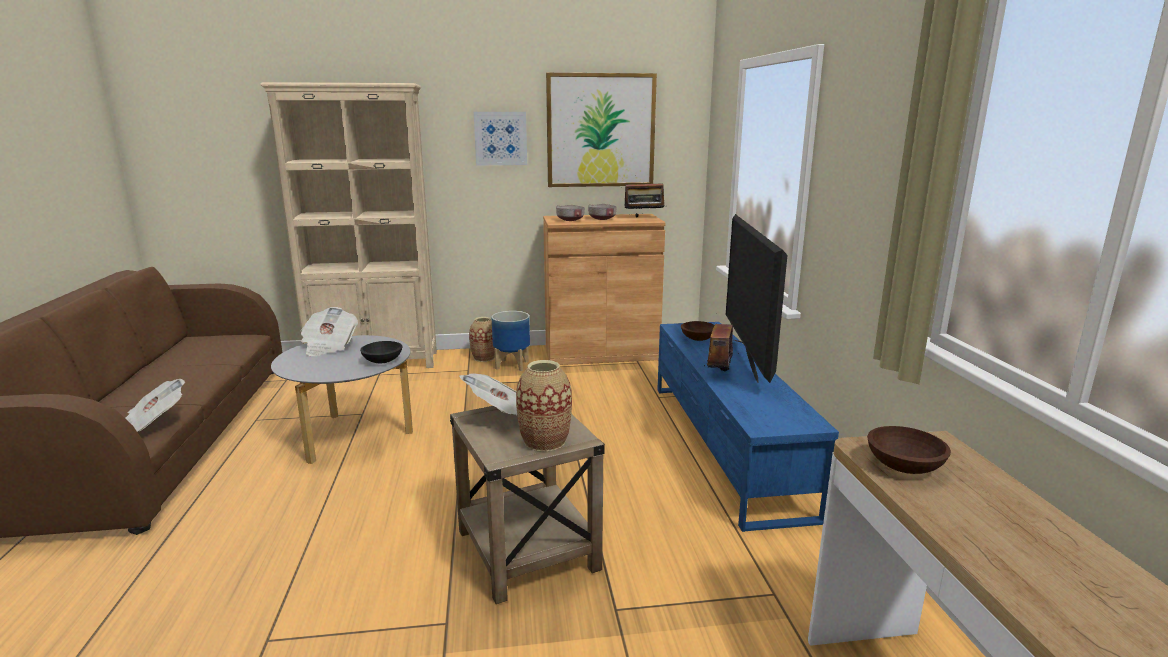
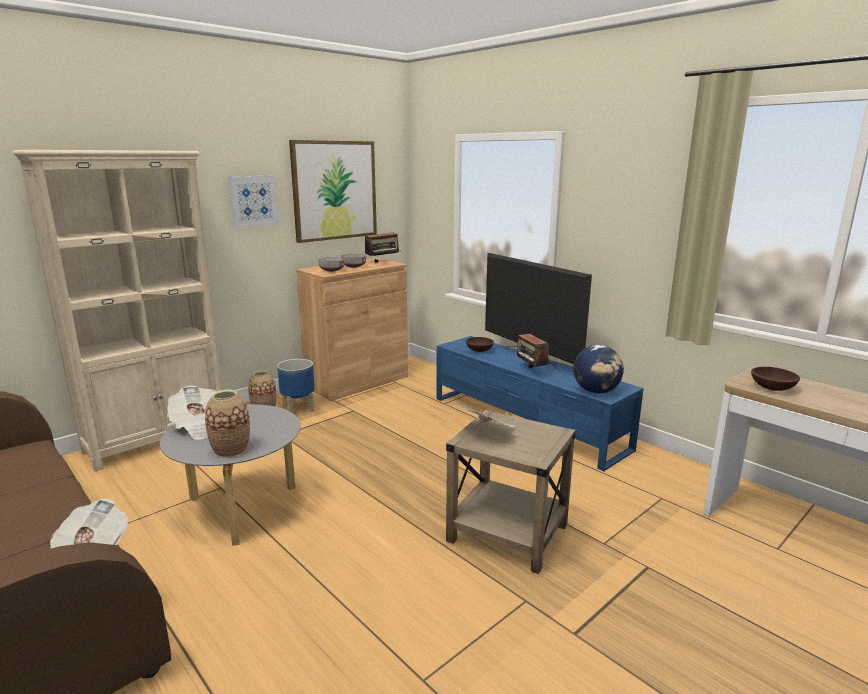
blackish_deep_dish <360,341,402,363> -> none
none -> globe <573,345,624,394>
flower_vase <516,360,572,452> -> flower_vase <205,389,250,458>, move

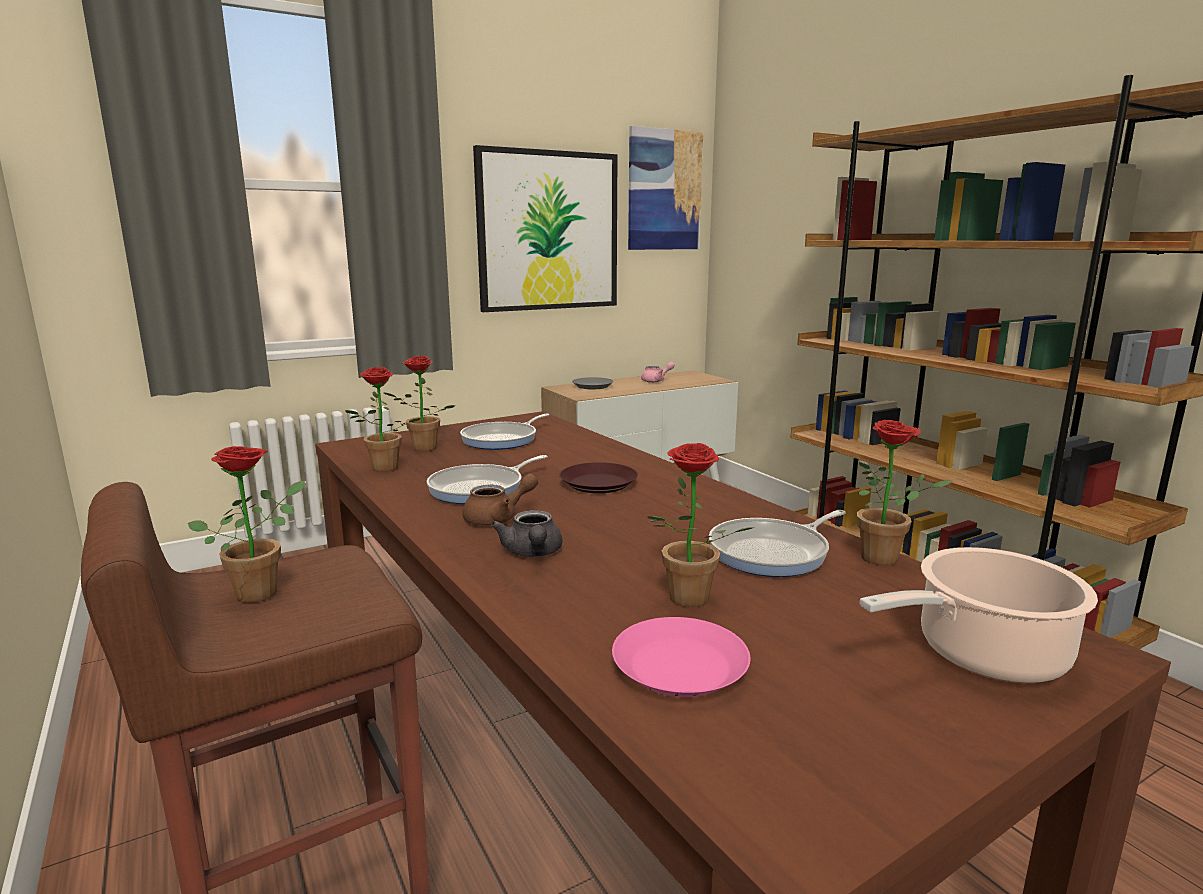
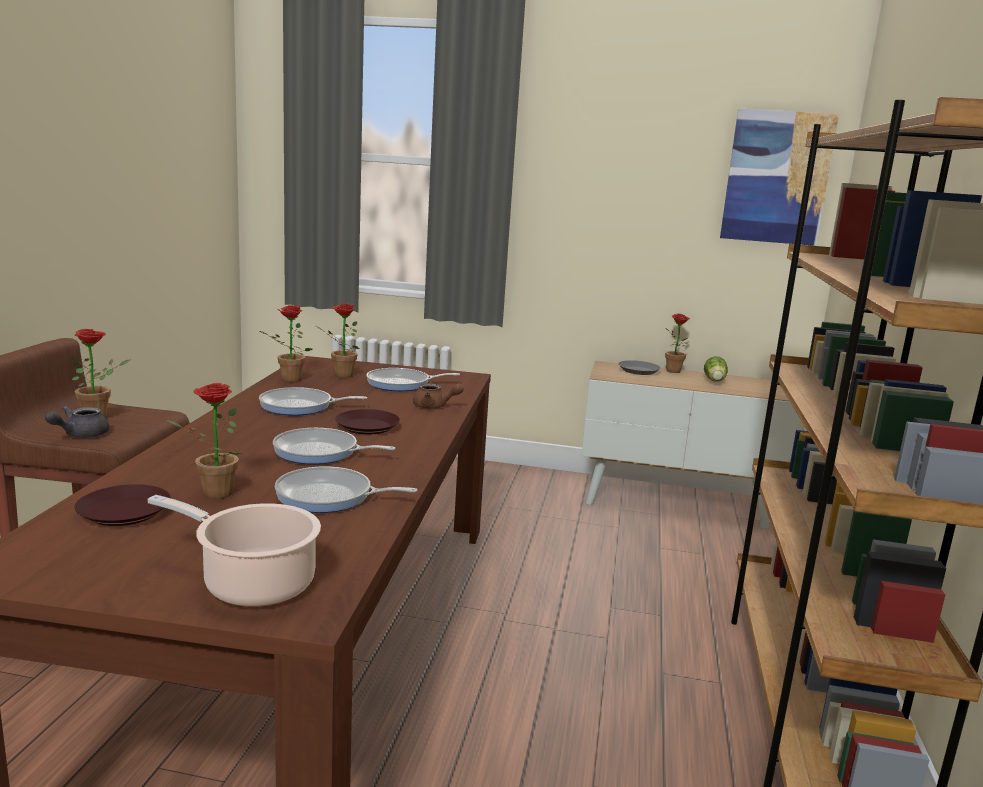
wall_art <473,145,617,312> -> none
none -> skillet <273,428,395,464>
brown_teapot <462,473,538,526> -> brown_teapot <413,383,464,409>, move
gray_teapot <491,510,562,557> -> gray_teapot <45,406,109,438>, move
houseplant <857,420,953,566> -> houseplant <665,313,690,373>, move
pinkish_teapot <641,362,675,382> -> lettuce <704,356,728,382>
pinkish_dinner_plate <612,617,750,697> -> brown_dinner_plate <75,484,171,526>

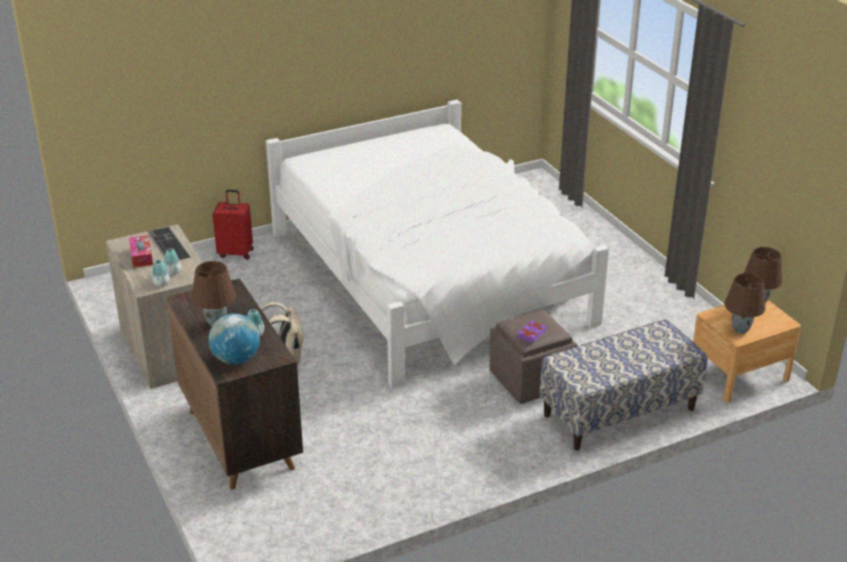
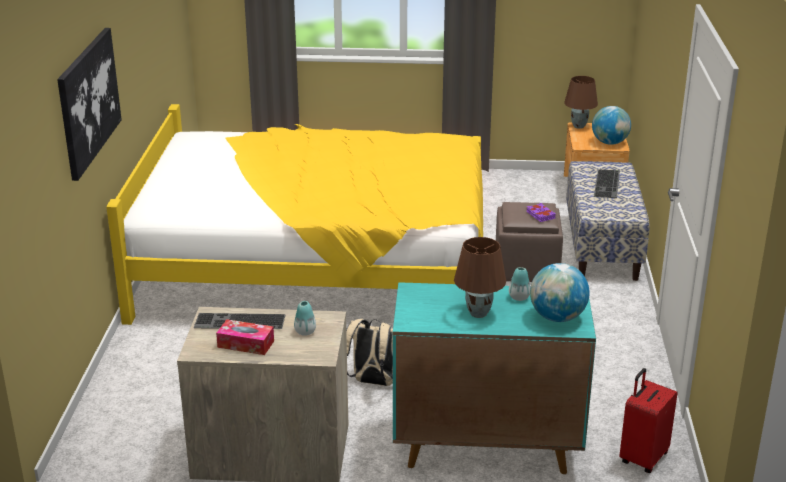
flower_vase <152,260,170,287> -> none
none -> wall_art <57,28,122,181>
none -> keyboard <594,169,620,198>
reddish_piece_of_luggage <213,190,254,260> -> reddish_piece_of_luggage <619,368,678,473>, move
brown_tabletop_lamp <725,273,765,334> -> globe <592,106,631,145>
brown_cupboard <166,278,303,489> -> turquoise-coloured_cupboard <393,282,596,474>
whitish_bedroom_bed <266,100,609,389> -> yellow_bedroom_bed <106,104,483,325>

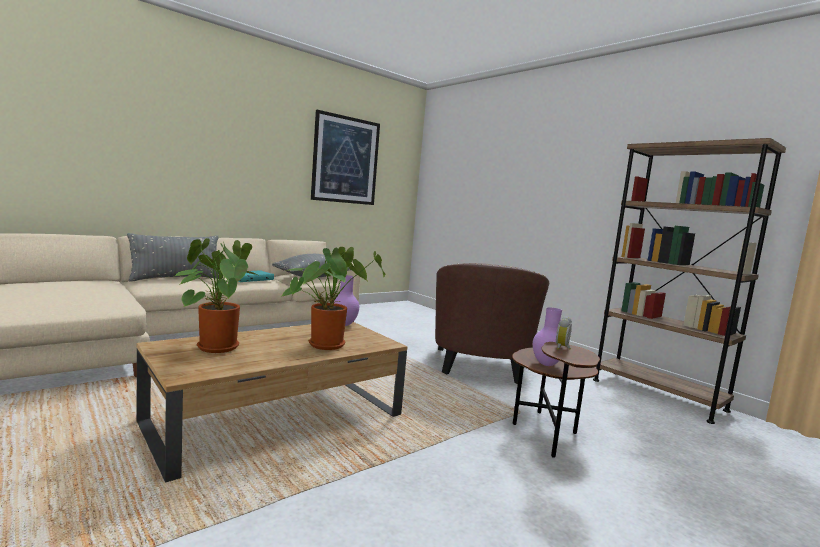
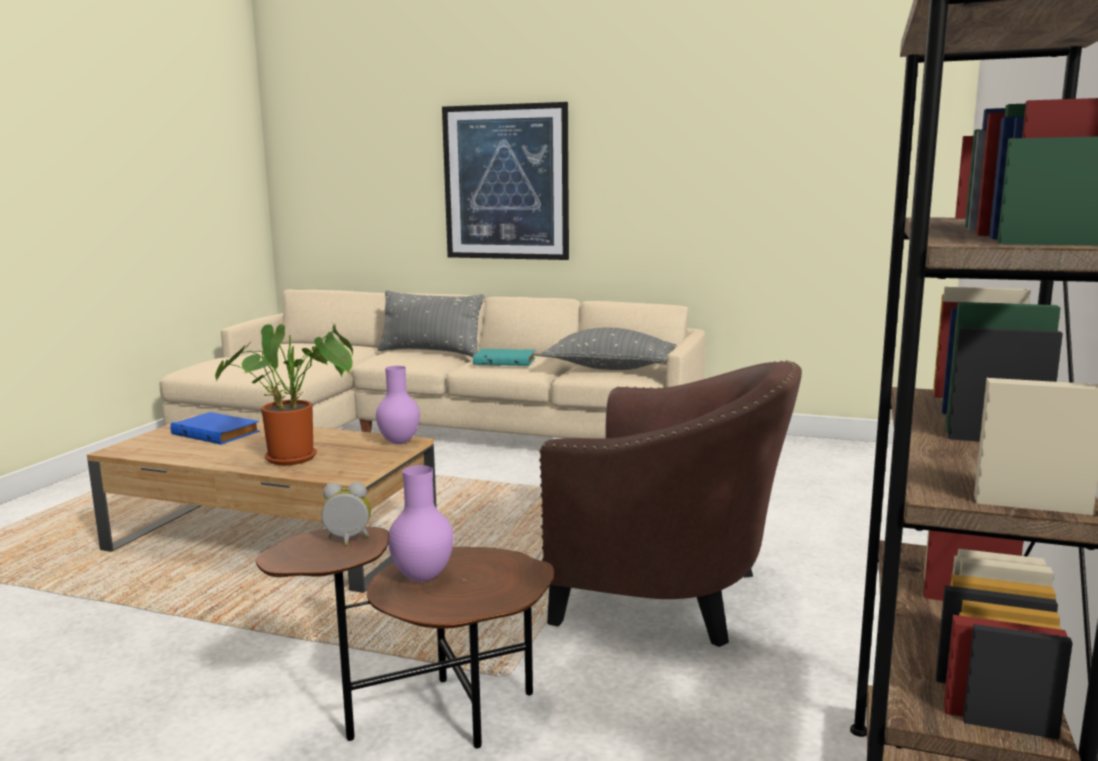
wall_art <311,110,380,205> -> wall_art <442,102,569,260>, move
houseplant <175,238,260,353> -> blue_bound_book <170,412,260,445>
brown_armchair <435,263,549,384> -> brown_armchair <539,361,802,647>, 135 degrees counterclockwise

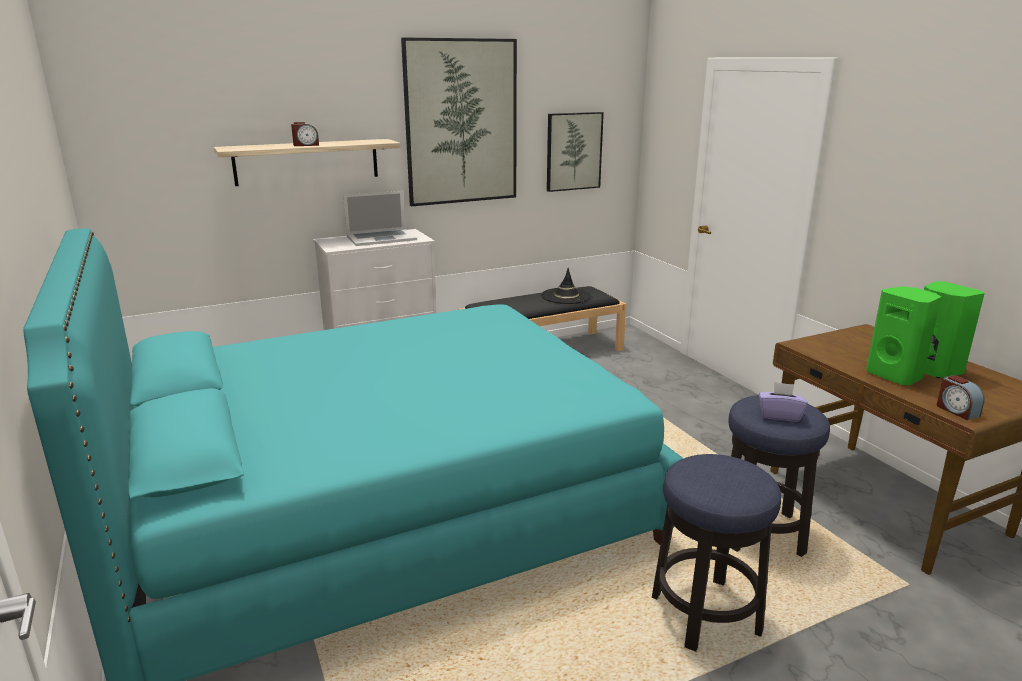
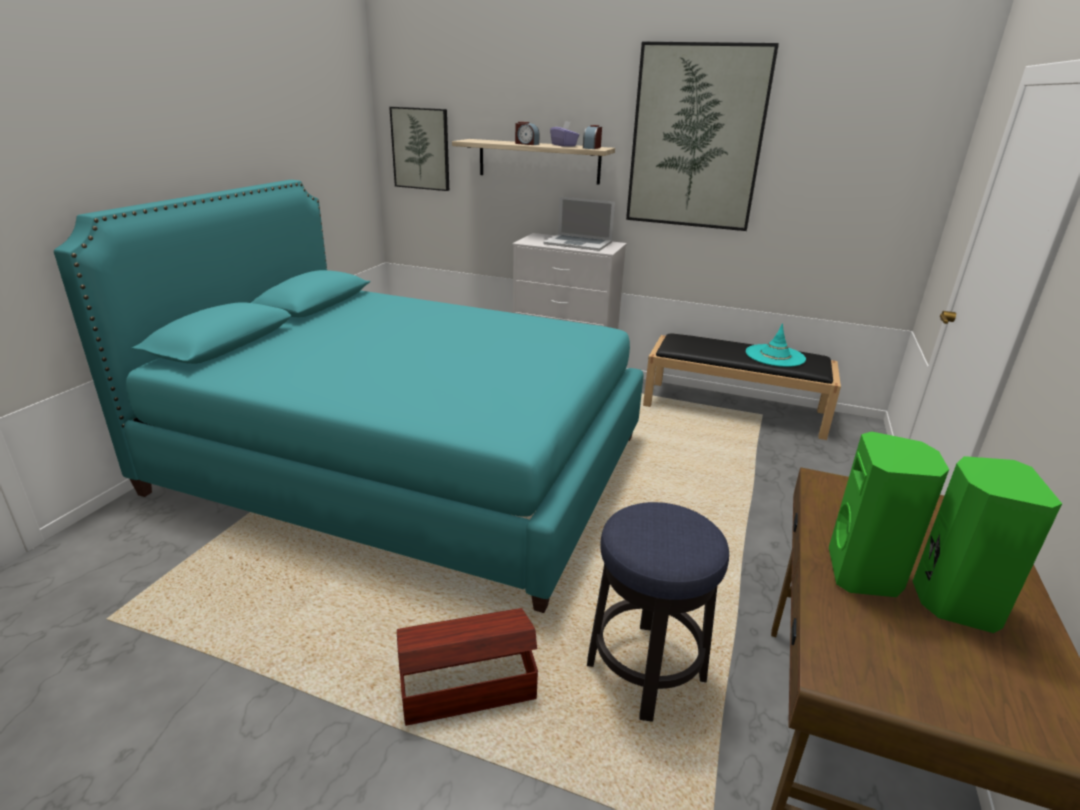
wall_art <547,112,604,192> -> wall_art <389,107,449,191>, move
purple_tissue_holder <759,382,808,422> -> purple_tissue_holder <550,121,579,147>, move
alarm_clock <937,375,985,420> -> alarm_clock <583,125,602,149>, move
stool_seat <652,454,781,652> -> brown_storage_container <397,608,538,726>
blackish_hat <541,268,591,304> -> turquoise-coloured_hat <746,323,806,367>

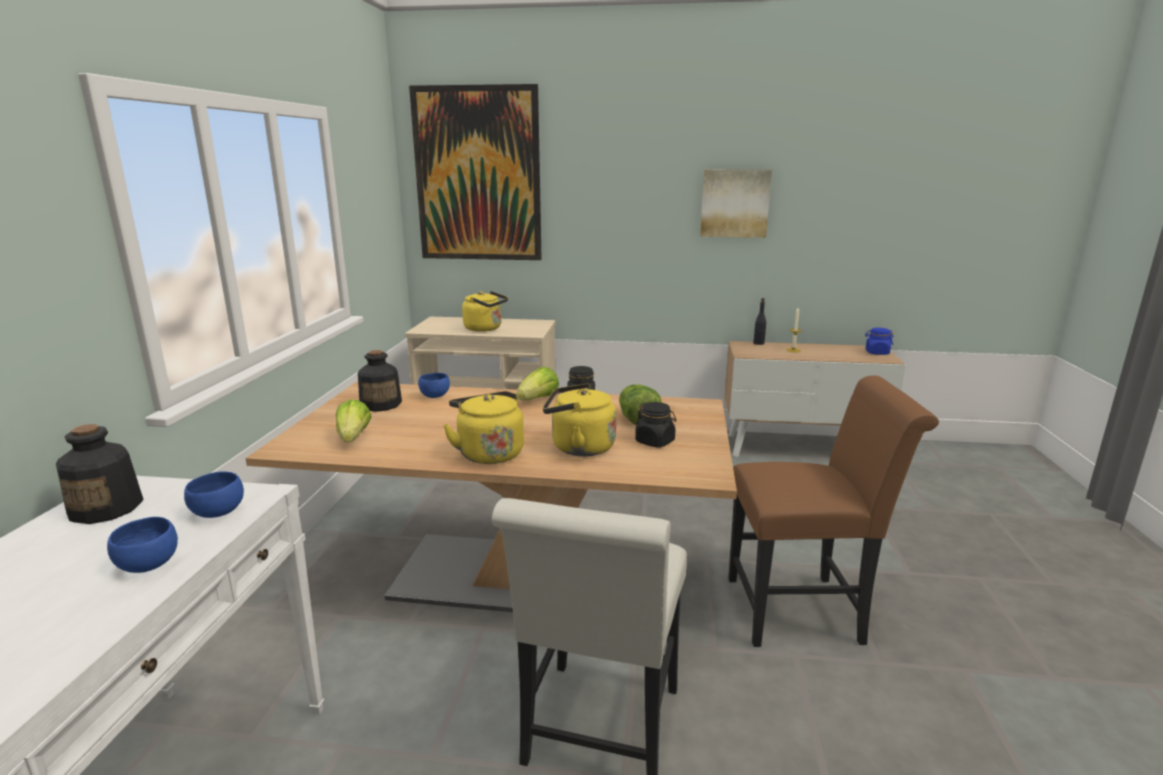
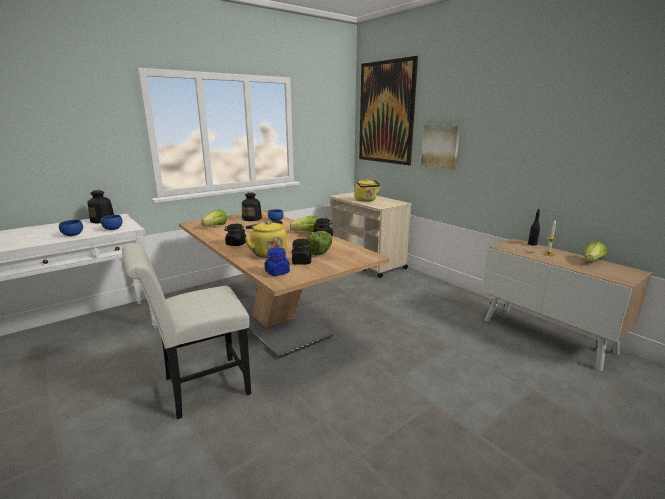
brown_chair <728,375,939,647> -> none
none -> lettuce <584,241,607,262>
wall_art <700,169,772,238> -> wall_art <421,125,461,170>, move
blue_preserve_jar <865,328,894,355> -> blue_preserve_jar <265,248,290,276>, move
yellow_tea_kettle <443,391,524,464> -> blackish_preserve_jar <225,224,246,246>

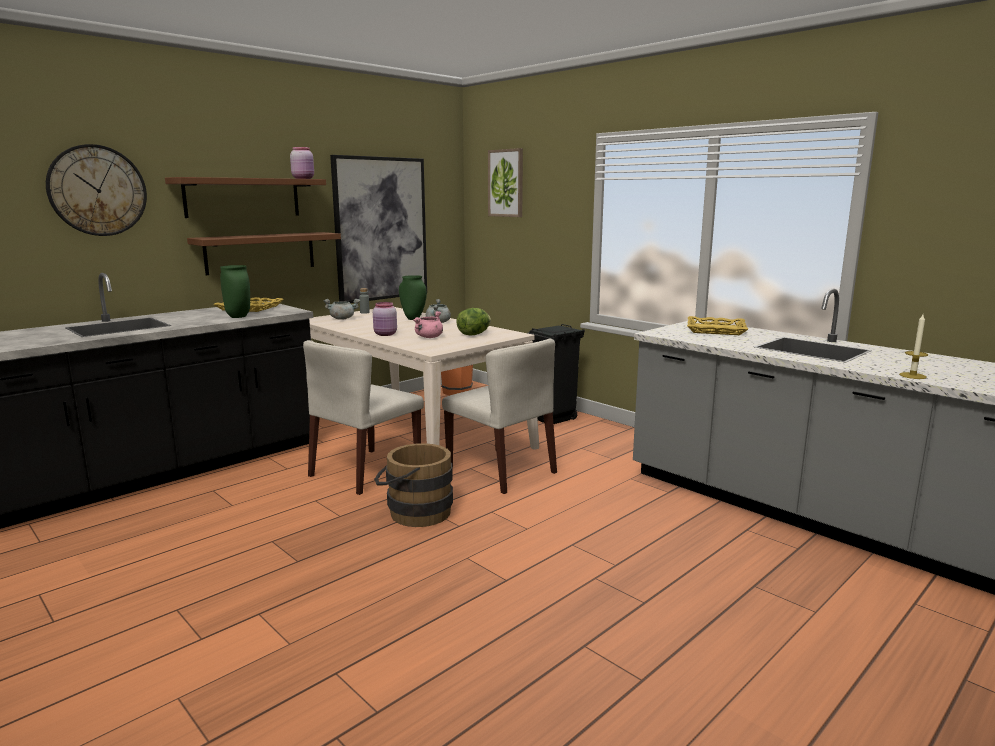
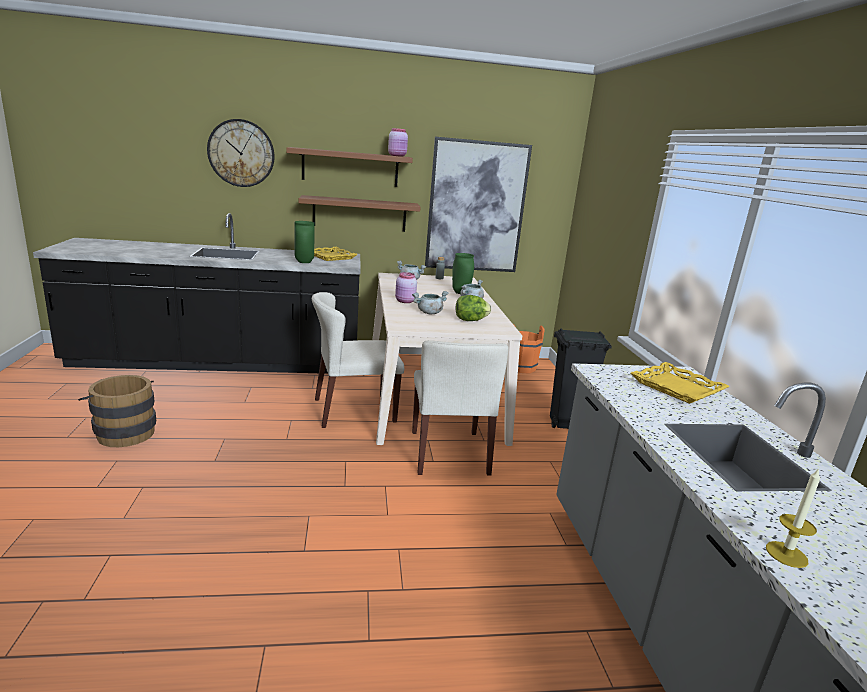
wall_art <488,148,523,217> -> none
brown_pail <374,443,453,527> -> brown_pail <78,375,156,447>, move
pinkish_cooking_pot <413,311,443,338> -> gray_cooking_pot <412,291,448,314>

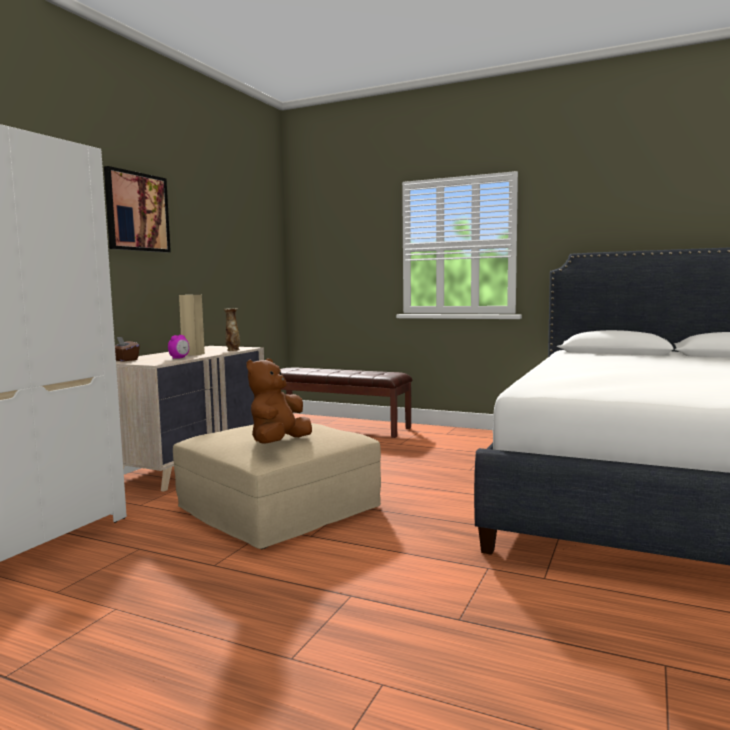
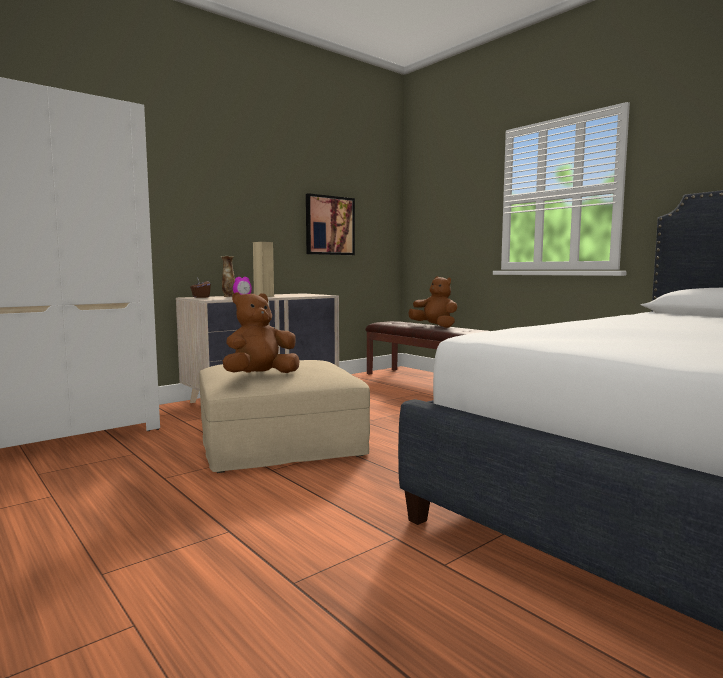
none -> brown_soft_toy <408,276,457,328>
wall_art <104,166,171,253> -> wall_art <306,193,355,255>, move
flower_vase <224,308,240,351> -> flower_vase <221,256,235,297>, move

